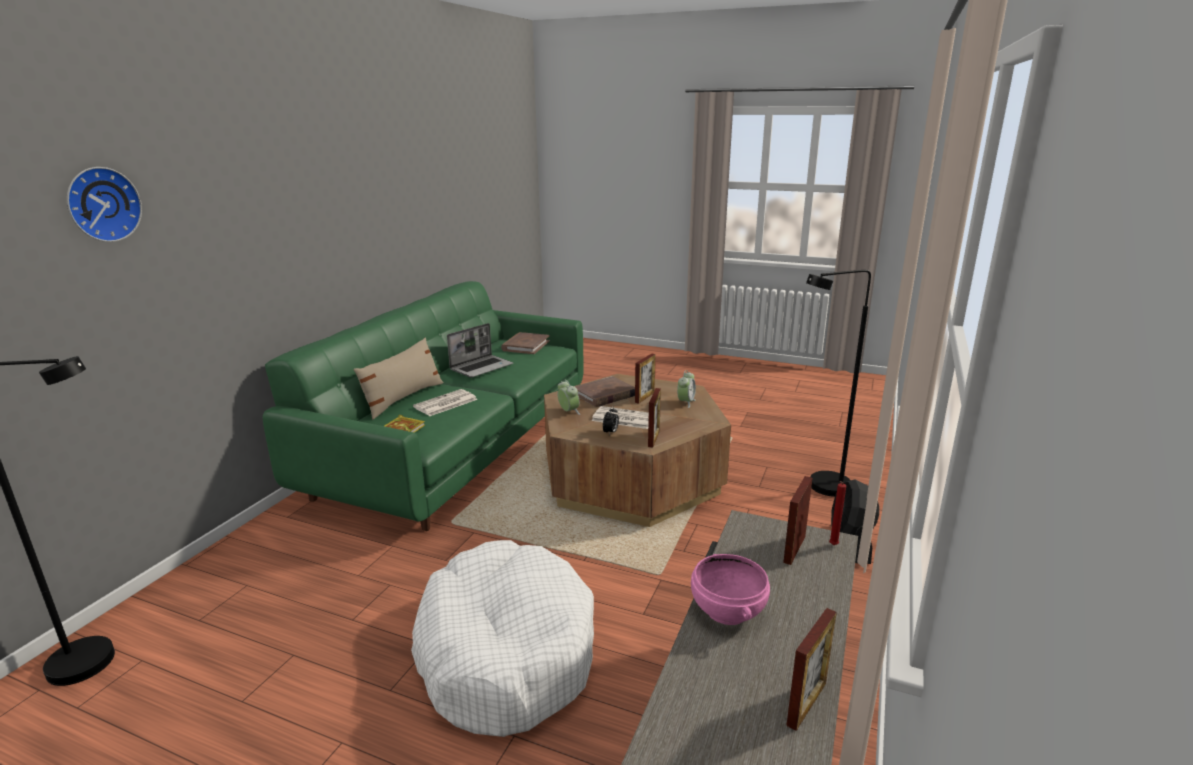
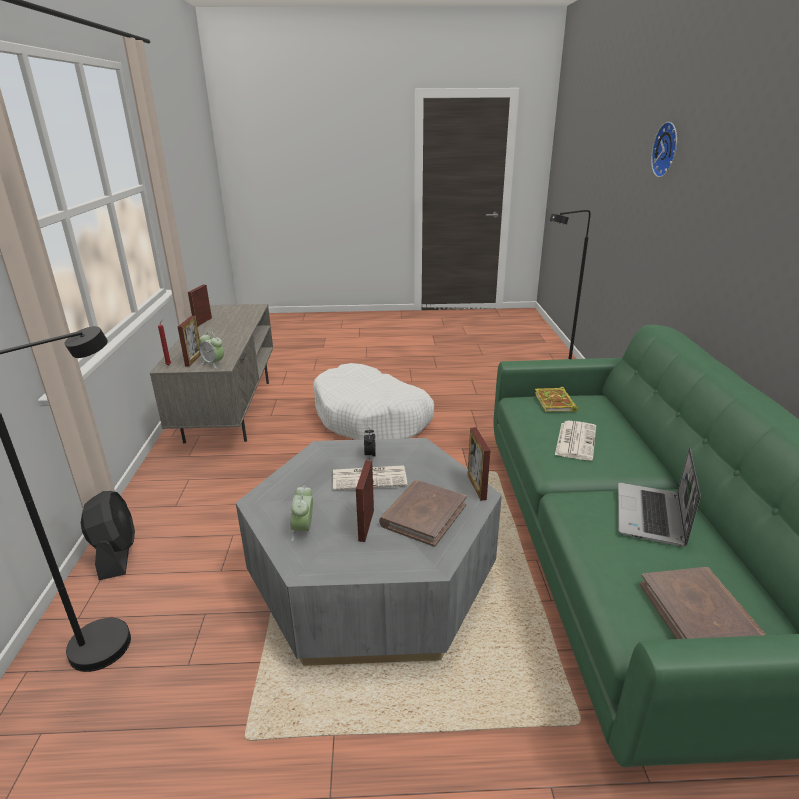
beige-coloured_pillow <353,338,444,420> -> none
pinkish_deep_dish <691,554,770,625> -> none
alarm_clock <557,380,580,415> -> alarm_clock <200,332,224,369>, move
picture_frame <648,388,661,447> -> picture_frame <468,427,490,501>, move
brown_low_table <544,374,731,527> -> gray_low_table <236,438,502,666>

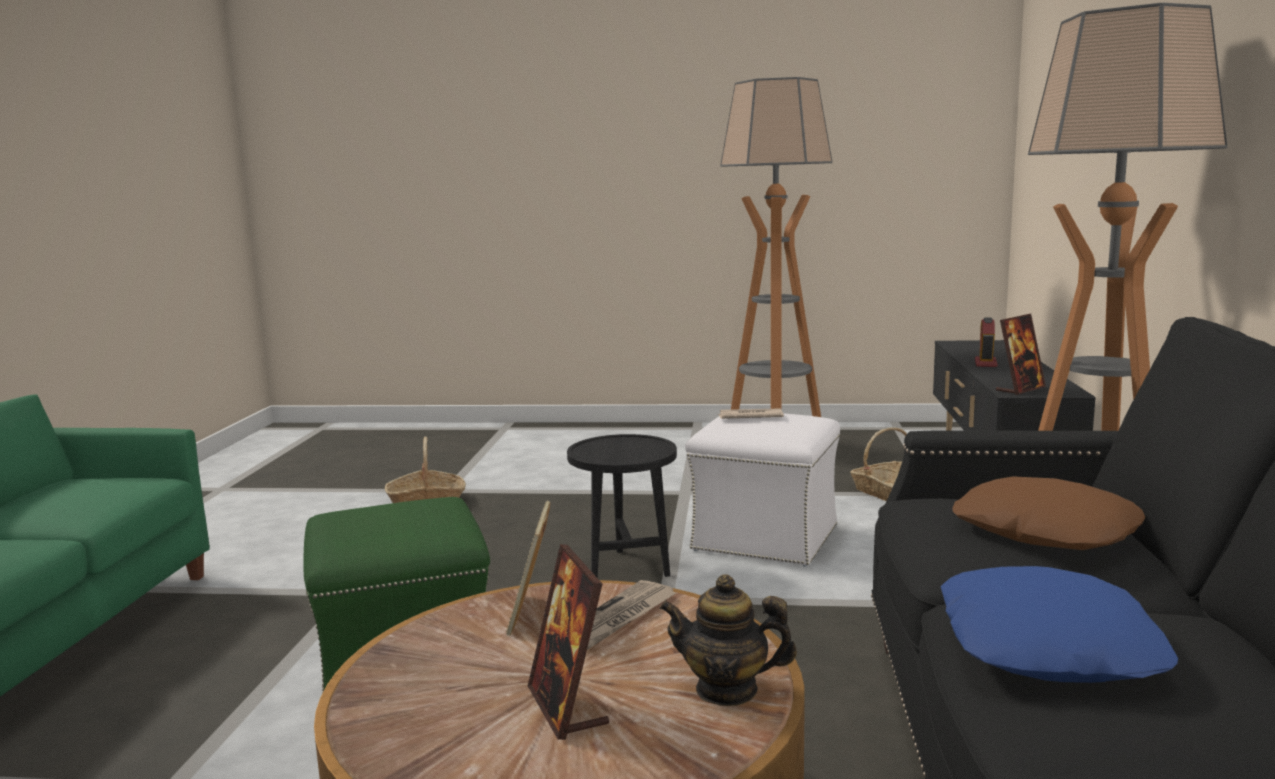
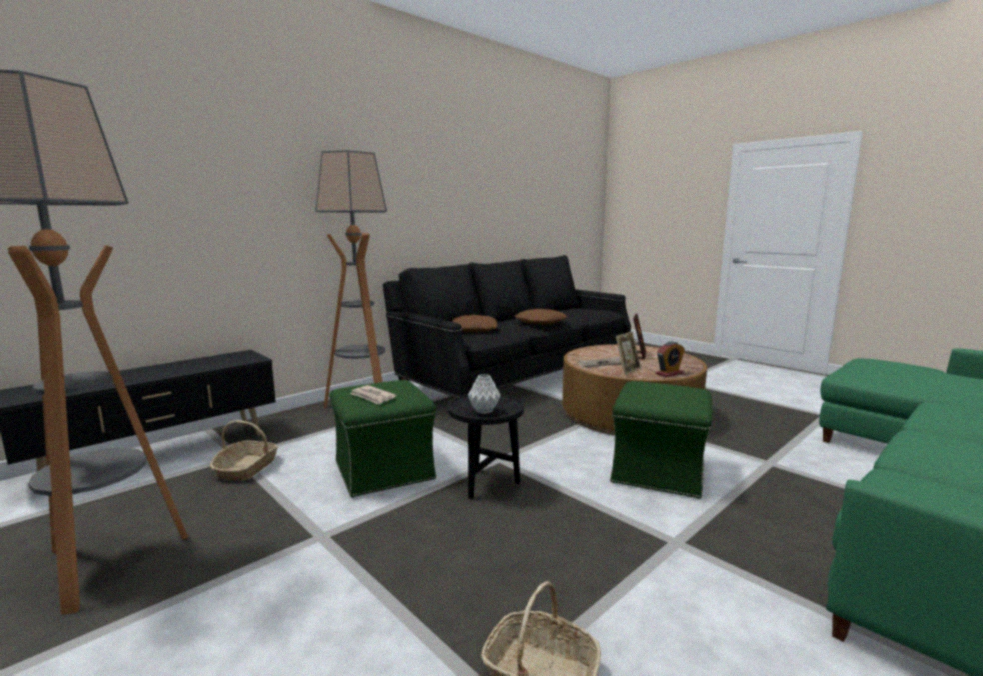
teapot <660,574,797,706> -> none
picture_frame <996,314,1046,395> -> none
none -> gray_flower_vase <468,374,501,414>
alarm_clock <975,318,997,367> -> alarm_clock <656,341,685,377>, move
whitish_footrest <685,413,840,566> -> greenish_footrest <329,380,436,497>
blue_pillow <941,566,1178,683> -> brown_pillow <515,309,567,324>

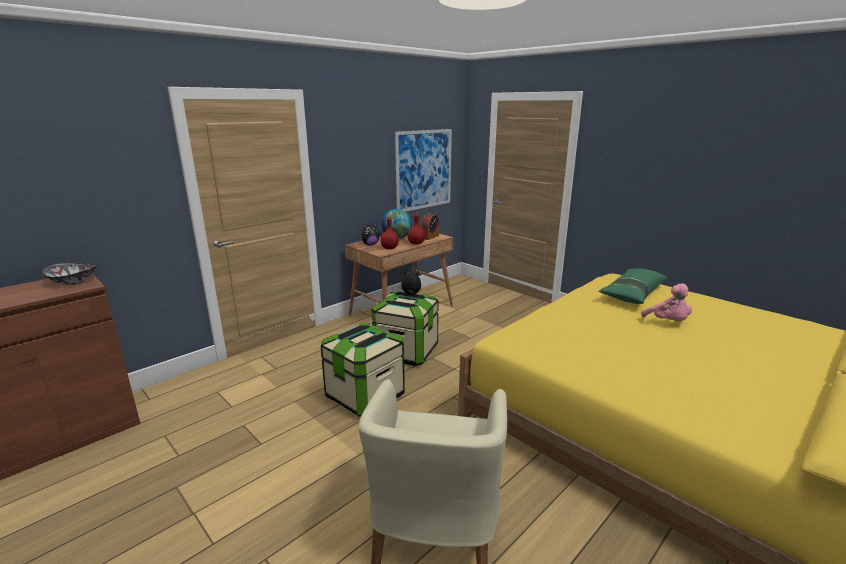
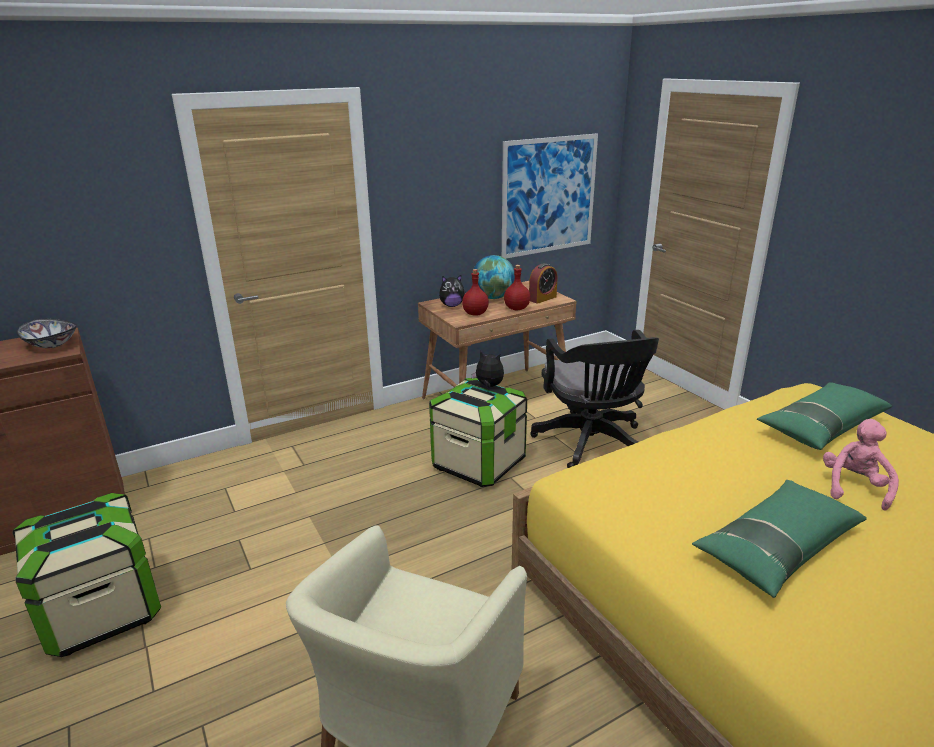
none -> blackish_office_chair <530,330,659,468>
none -> greenish_pillow <692,480,867,598>
storage_container <321,323,405,417> -> storage_container <13,493,161,657>, move
pinkish_soft_toy <641,284,692,321> -> pinkish_soft_toy <823,419,899,511>, 150 degrees counterclockwise

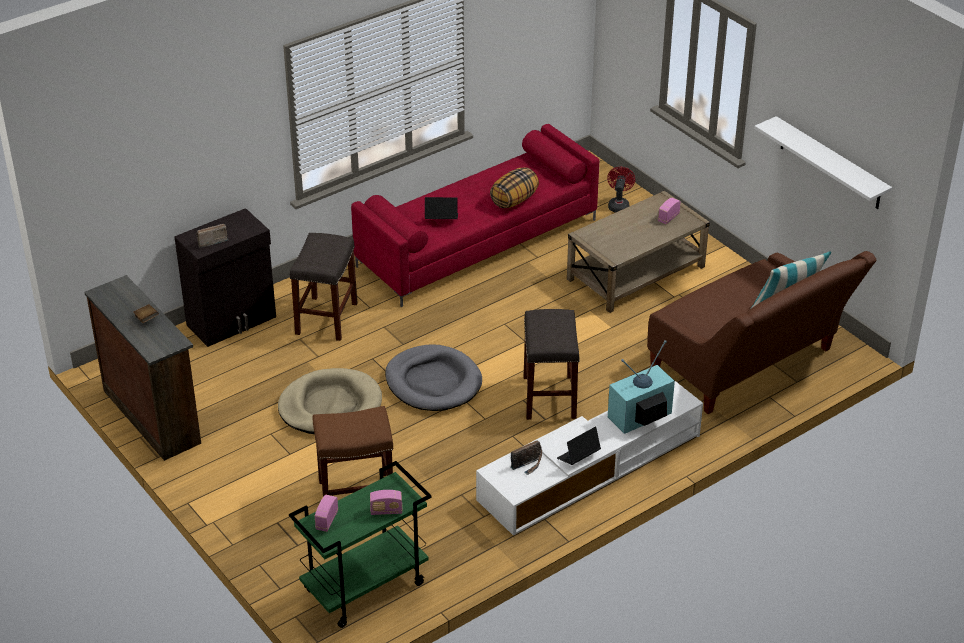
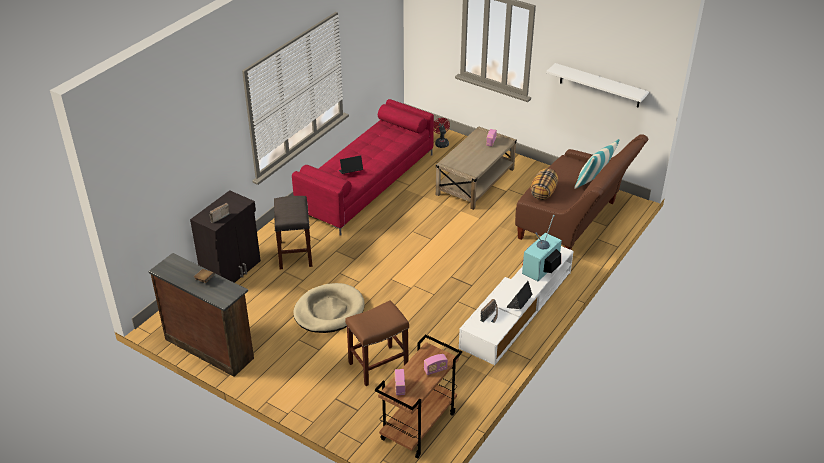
gray_dog_bed <385,344,482,411> -> none
gray_stool_seat <523,309,580,420> -> none
pillow <490,167,539,208> -> pillow <531,168,558,200>, move
greenish_cart <289,461,432,628> -> brown_cart <375,334,462,459>

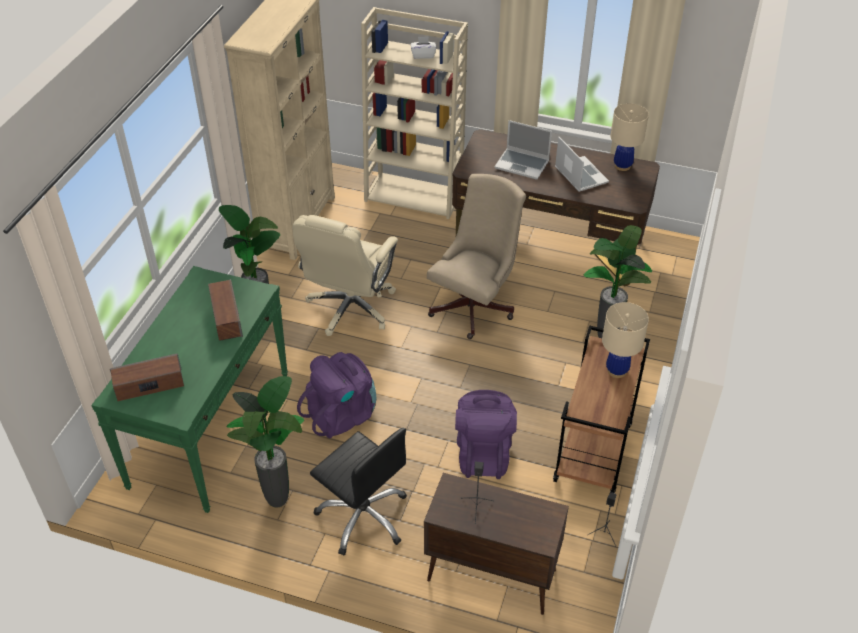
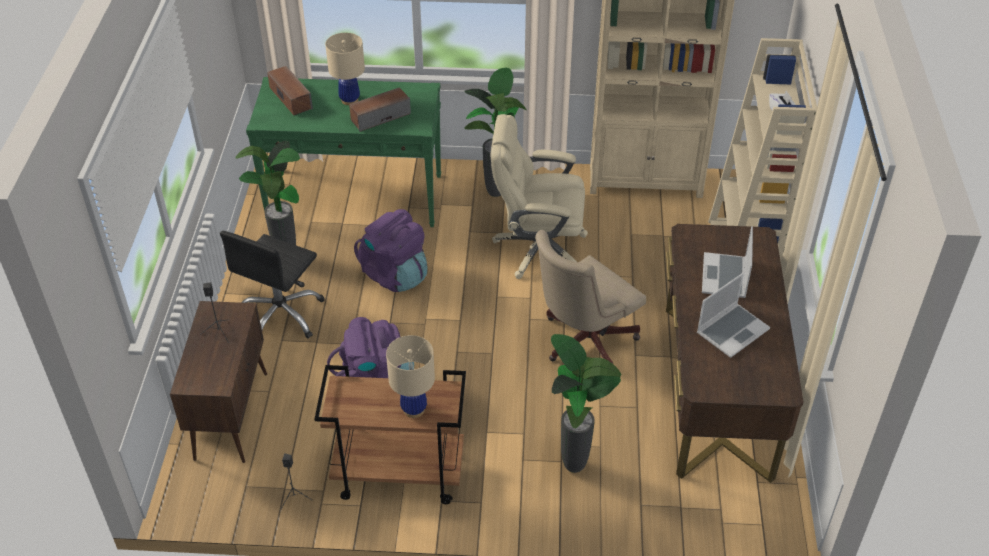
beige-coloured_tabletop_lamp <610,103,649,171> -> beige-coloured_tabletop_lamp <325,33,365,105>, move
beige-coloured_office_chair <427,174,526,339> -> beige-coloured_office_chair <535,230,646,364>, 120 degrees clockwise

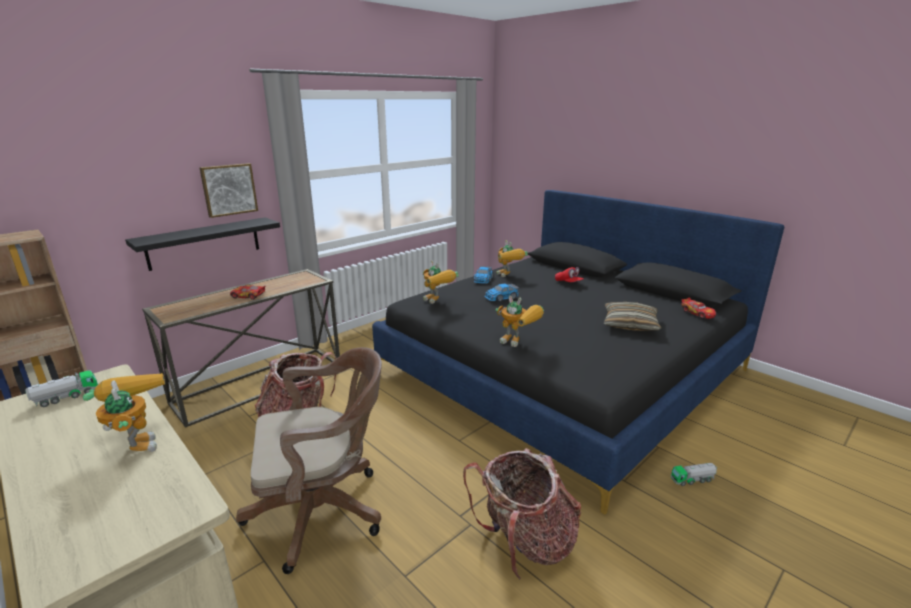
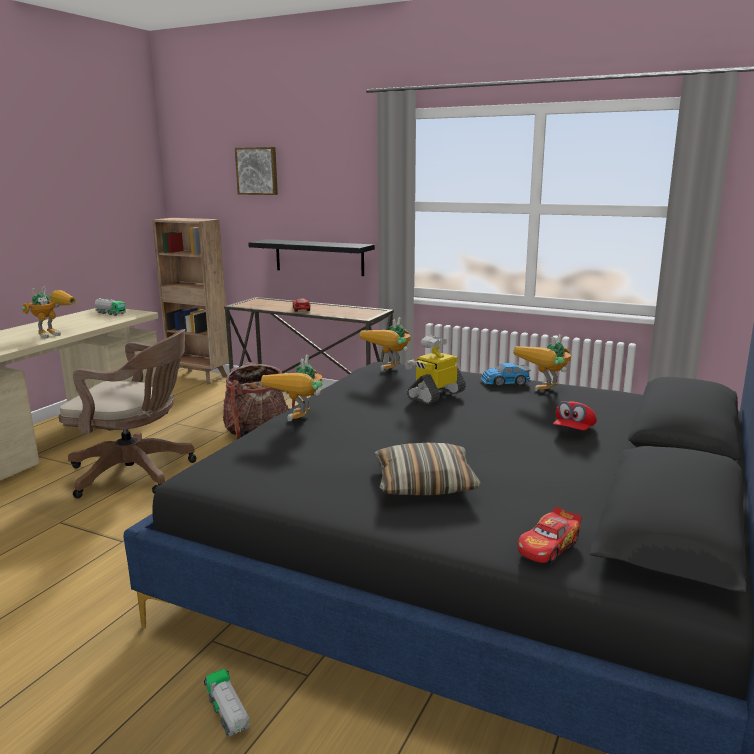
knapsack <463,448,581,580> -> none
wall_art <199,163,258,218> -> wall_art <235,147,278,195>, move
toy_car <484,284,519,302> -> model_robot <405,335,466,404>
brown_office_chair <236,347,382,574> -> brown_office_chair <59,329,197,498>, 45 degrees counterclockwise

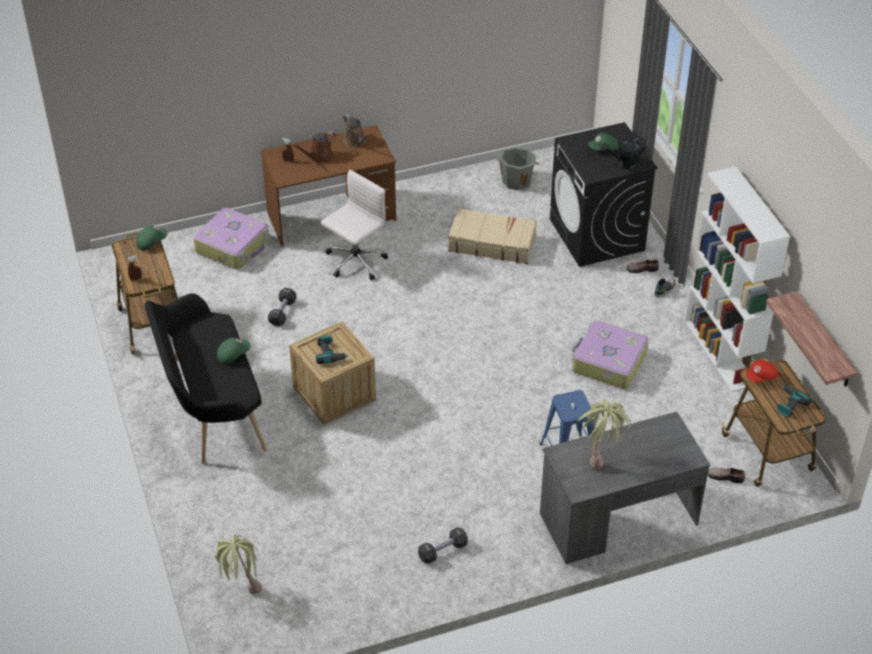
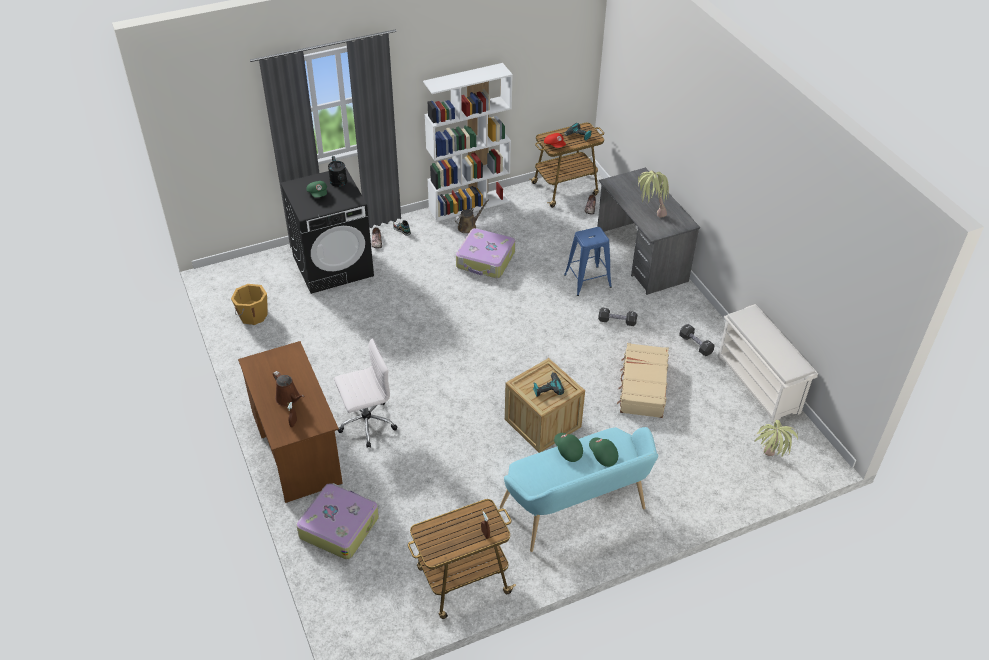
wall_shelf <766,291,859,387> -> none
none -> whitish_shoe_shelf <718,304,818,424>
greenish_peaked_cap <136,226,168,250> -> greenish_peaked_cap <589,437,618,467>, move
blackish_free_weight <268,288,296,326> -> blackish_free_weight <598,307,637,326>, move
brown_sprinkling_can <343,114,370,148> -> brown_sprinkling_can <455,200,489,233>, move
beige-coloured_piece_of_luggage <448,208,537,264> -> beige-coloured_piece_of_luggage <617,343,669,418>, move
blackish_indoor_bench <145,293,267,464> -> turquoise-coloured_indoor_bench <500,427,658,552>
gray_pail <497,147,539,190> -> orangey_pail <231,284,267,325>
whitish_office_chair <321,170,388,280> -> whitish_office_chair <334,338,398,448>, 120 degrees clockwise

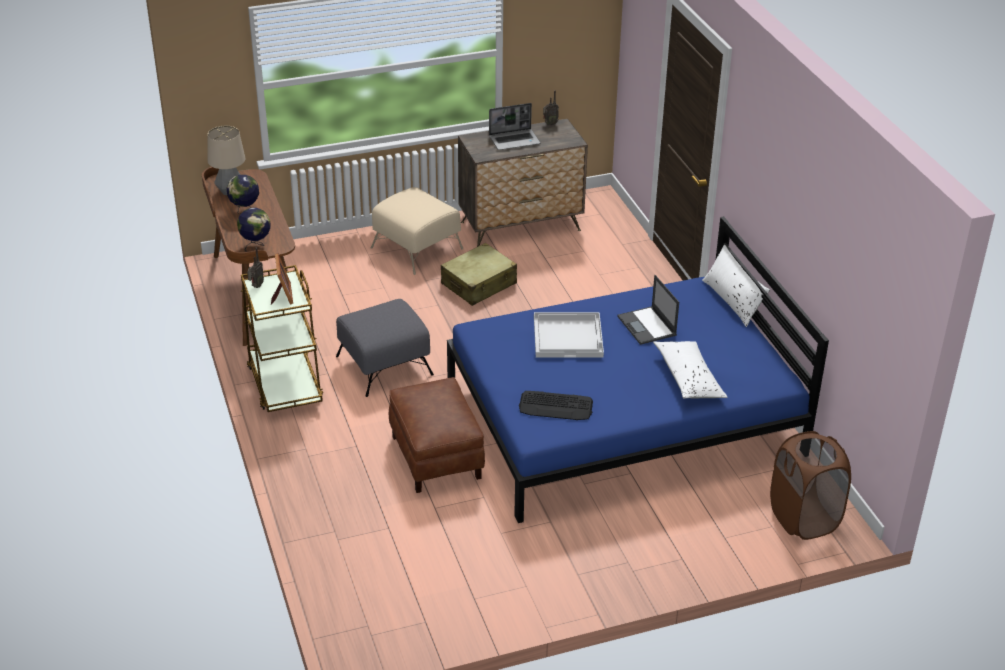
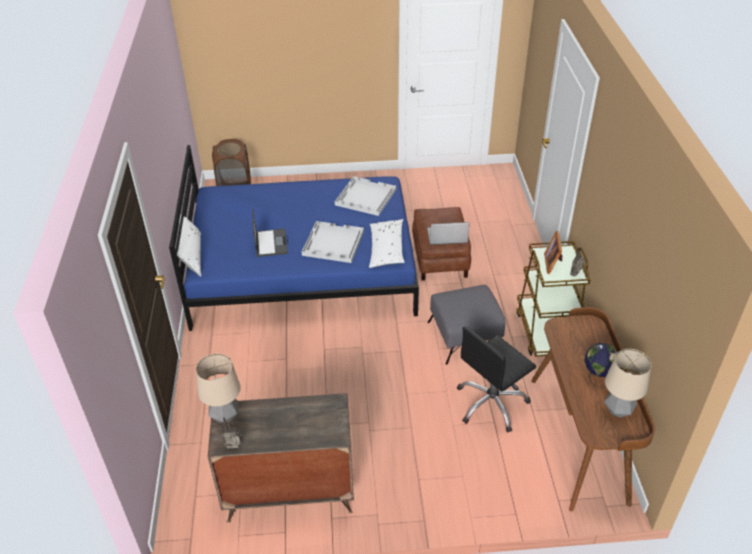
globe <237,208,271,252> -> none
beige-coloured_footrest <371,187,463,275> -> none
beige-coloured_piece_of_luggage <441,243,517,306> -> none
none -> tabletop_lamp <196,353,241,423>
none -> blackish_office_chair <457,326,536,433>
portable_computer <489,103,540,150> -> portable_computer <427,222,470,245>, move
whitish_pillow <653,341,728,399> -> whitish_pillow <369,219,405,268>, move
keyboard <519,391,593,420> -> whitish_carrying_tray <335,176,396,216>

